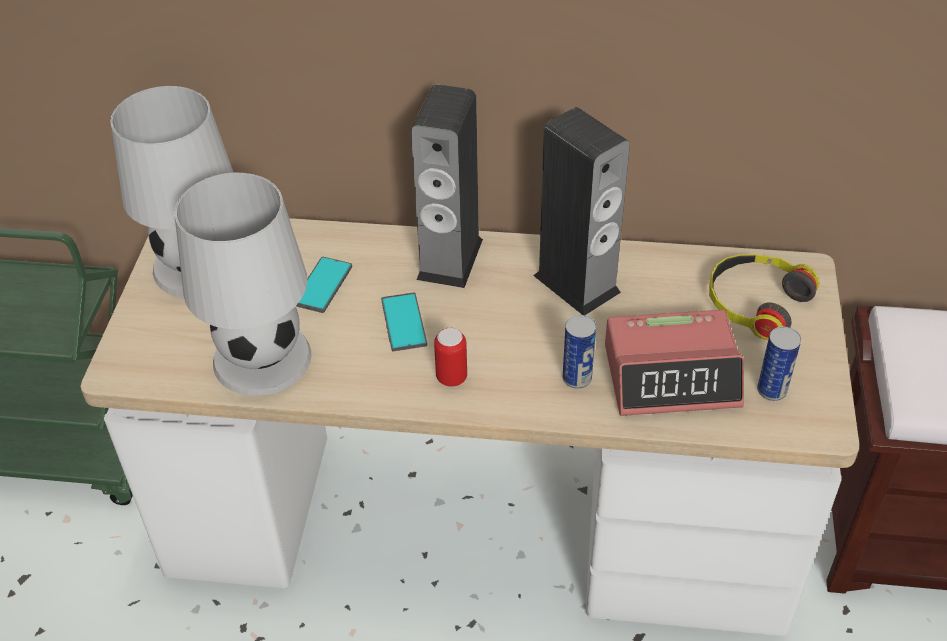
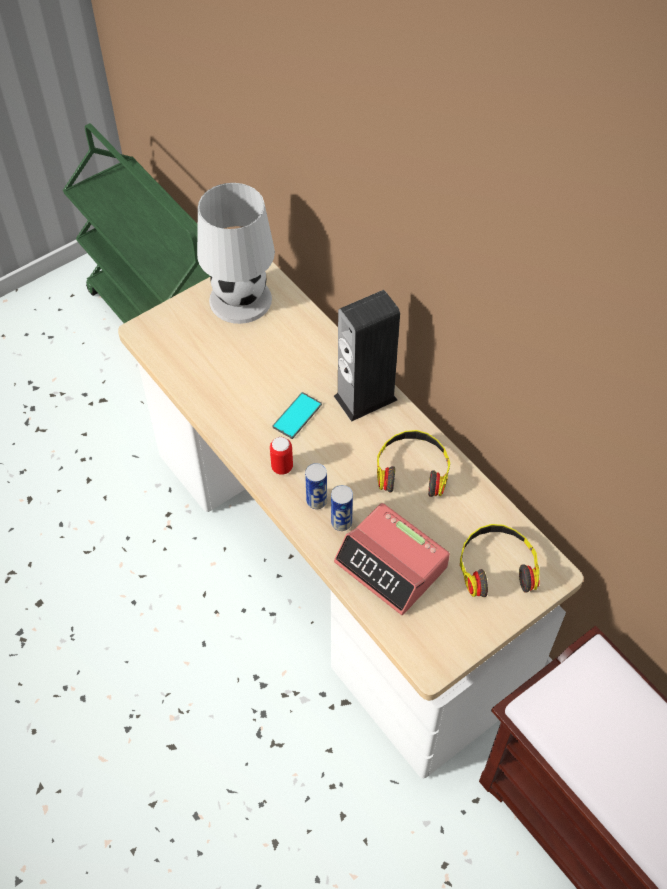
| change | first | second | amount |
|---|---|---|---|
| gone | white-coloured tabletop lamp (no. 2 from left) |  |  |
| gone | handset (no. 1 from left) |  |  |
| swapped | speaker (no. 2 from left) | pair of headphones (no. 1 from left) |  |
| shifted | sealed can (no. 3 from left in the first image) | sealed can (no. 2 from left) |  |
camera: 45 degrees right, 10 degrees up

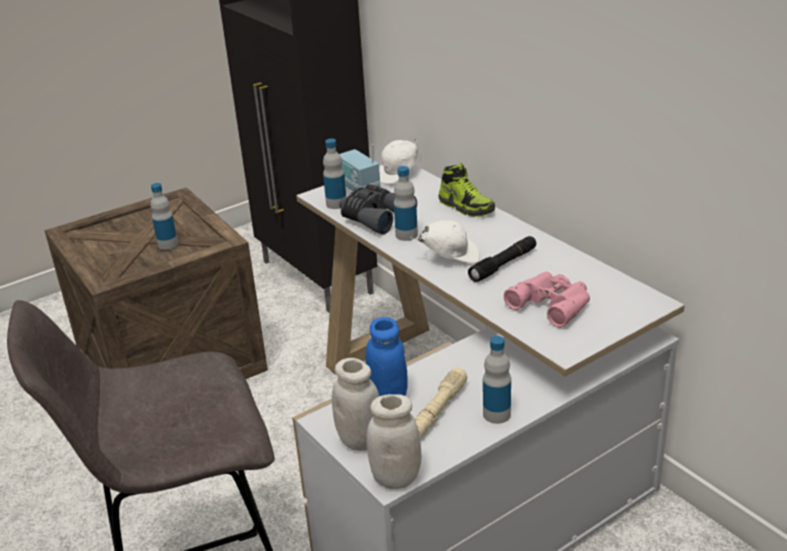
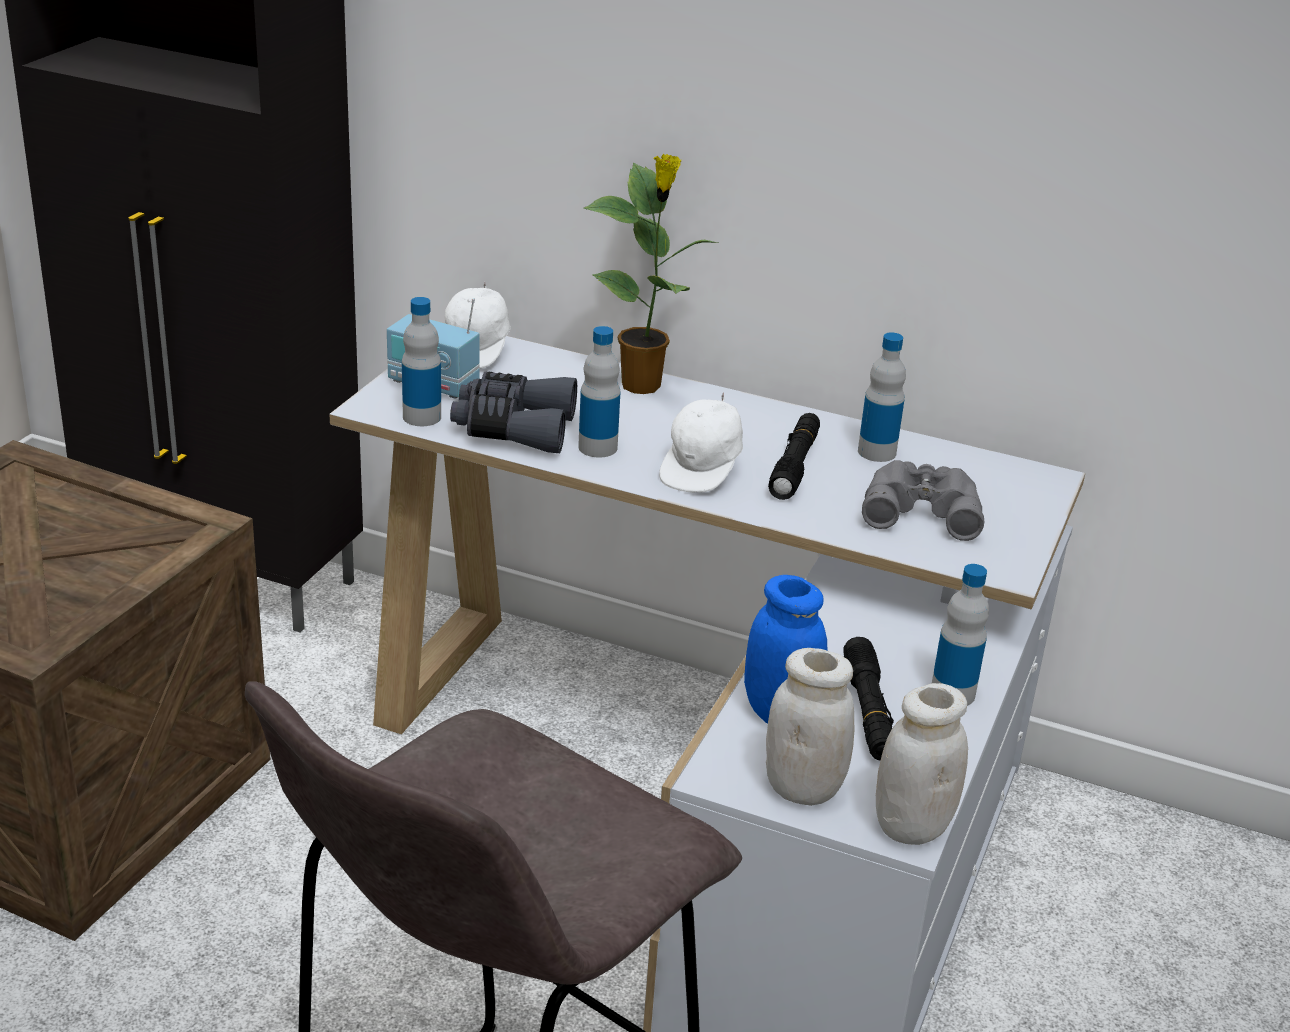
| change | first | second | amount |
|---|---|---|---|
| shifted | beverage bottle (no. 1 from left in the first image) | beverage bottle (no. 3 from left) |  |
| rotated | white-coloured cap (no. 2 from left) |  | 150 degrees clockwise |
| repainted | sand-coloured hand torch | black-coloured hand torch (no. 2 from left) |  |
| swapped | low shoe | potted plant |  |
| repainted | pink-coloured binoculars | grey binoculars (no. 2 from left) |  |
camera: 35 degrees left, 0 degrees up

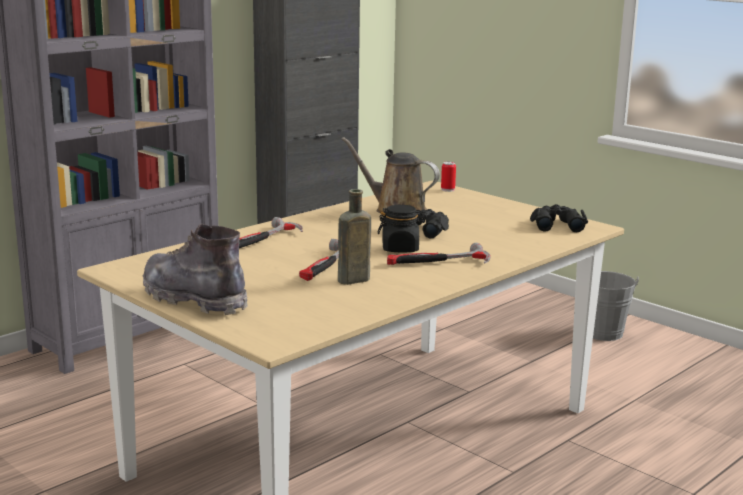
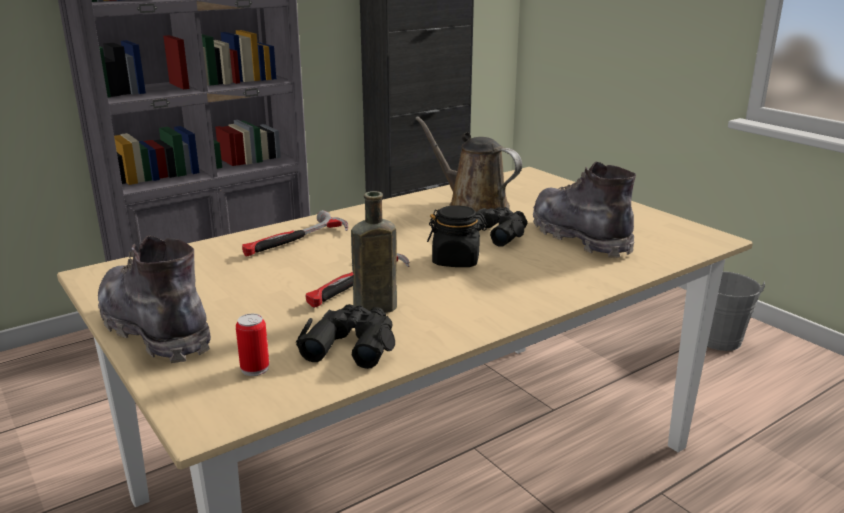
| change | first | second | amount |
|---|---|---|---|
| gone | hand hammer (no. 3 from left) |  |  |
| shifted | sealed can |  |  |
| shifted | black-coloured binoculars (no. 2 from left in the first image) | black-coloured binoculars (no. 1 from left) |  |
| new |  | grey tall boot (no. 2 from left) |  |
camera: 10 degrees right, 5 degrees up

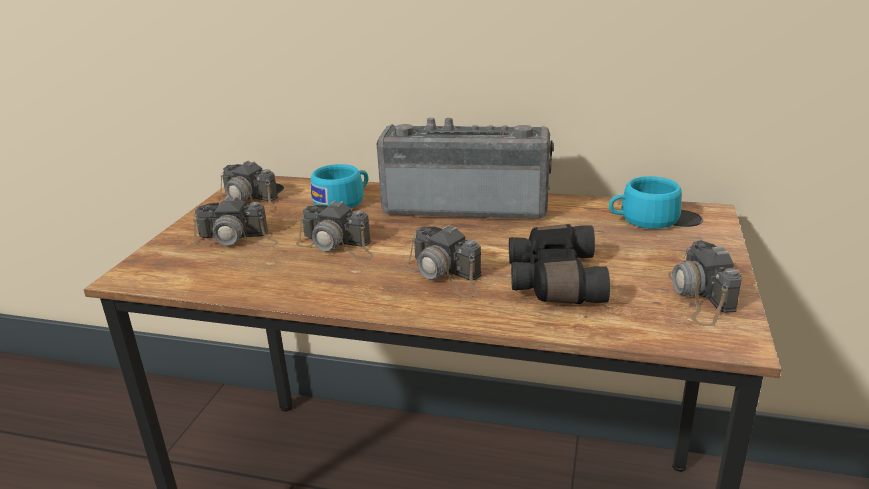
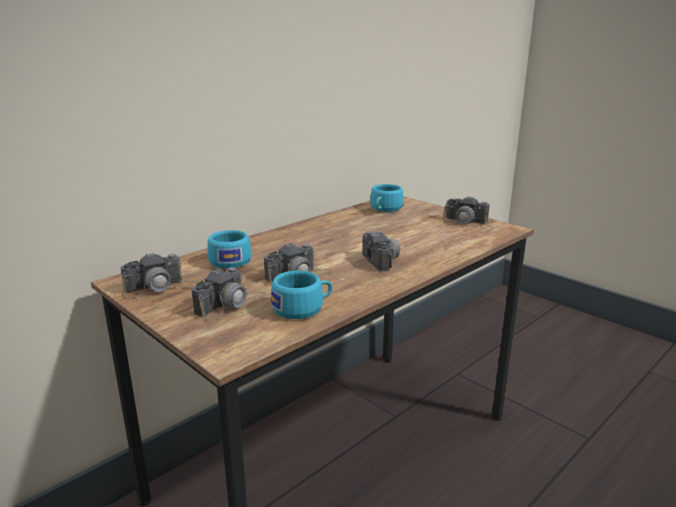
| change | first | second | amount |
|---|---|---|---|
| gone | radio receiver |  |  |
| rotated | photo camera (no. 4 from left) |  | 90 degrees counterclockwise |
| gone | black-coloured binoculars |  |  |
| new |  | turquoise small cup (no. 2 from left) |  |
camera: 60 degrees left, 5 degrees down

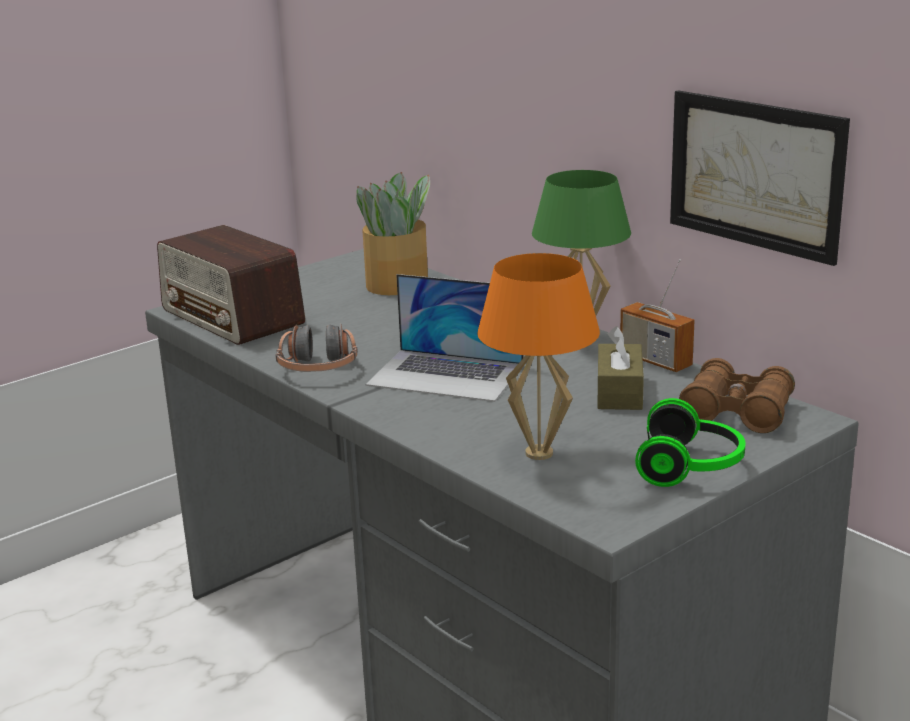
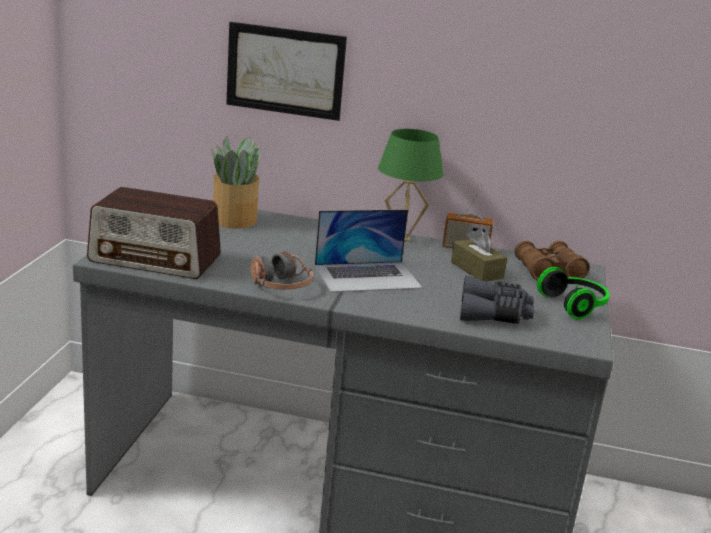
| change | first | second | amount |
|---|---|---|---|
| swapped | orange tabletop lamp | grey binoculars |  |
| shifted | wall art |  |  |
camera: 40 degrees left, 0 degrees up

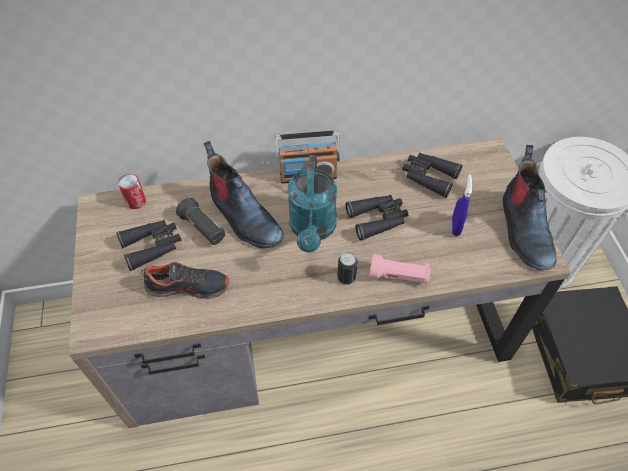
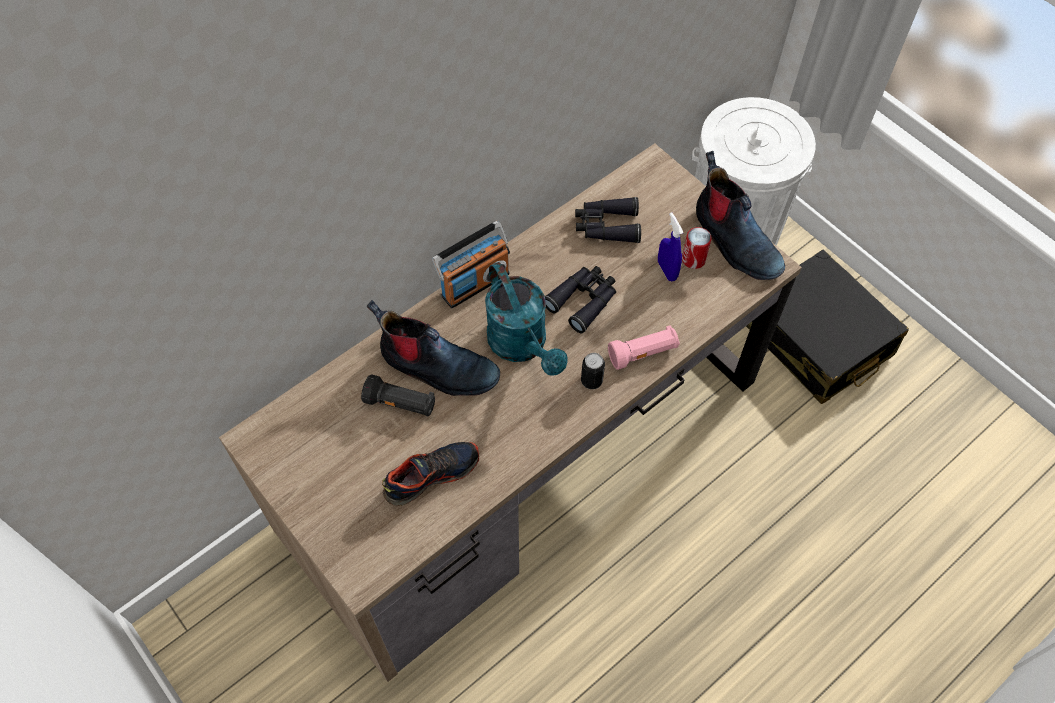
| change | first | second | amount |
|---|---|---|---|
| gone | black-coloured binoculars (no. 1 from left) |  |  |
| shifted | sealed can (no. 1 from left in the first image) | sealed can (no. 2 from left) |  |
camera: 30 degrees left, 5 degrees up

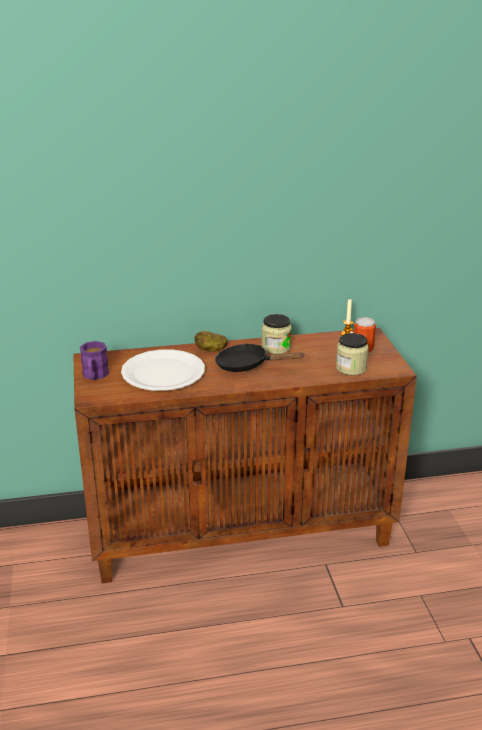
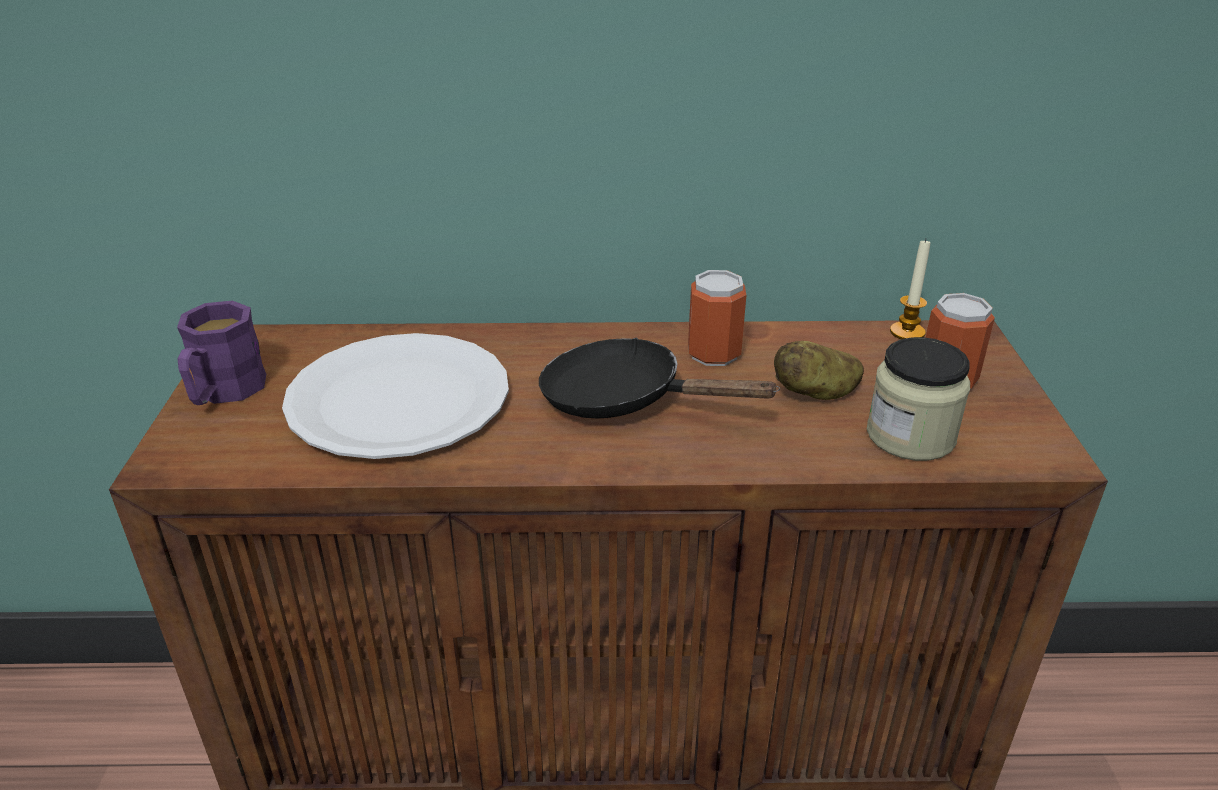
| change | first | second | amount |
|---|---|---|---|
| shifted | spud |  |  |
| swapped | storage jar (no. 1 from left) | sealed can (no. 1 from left) |  |
camera: 10 degrees right, 5 degrees up

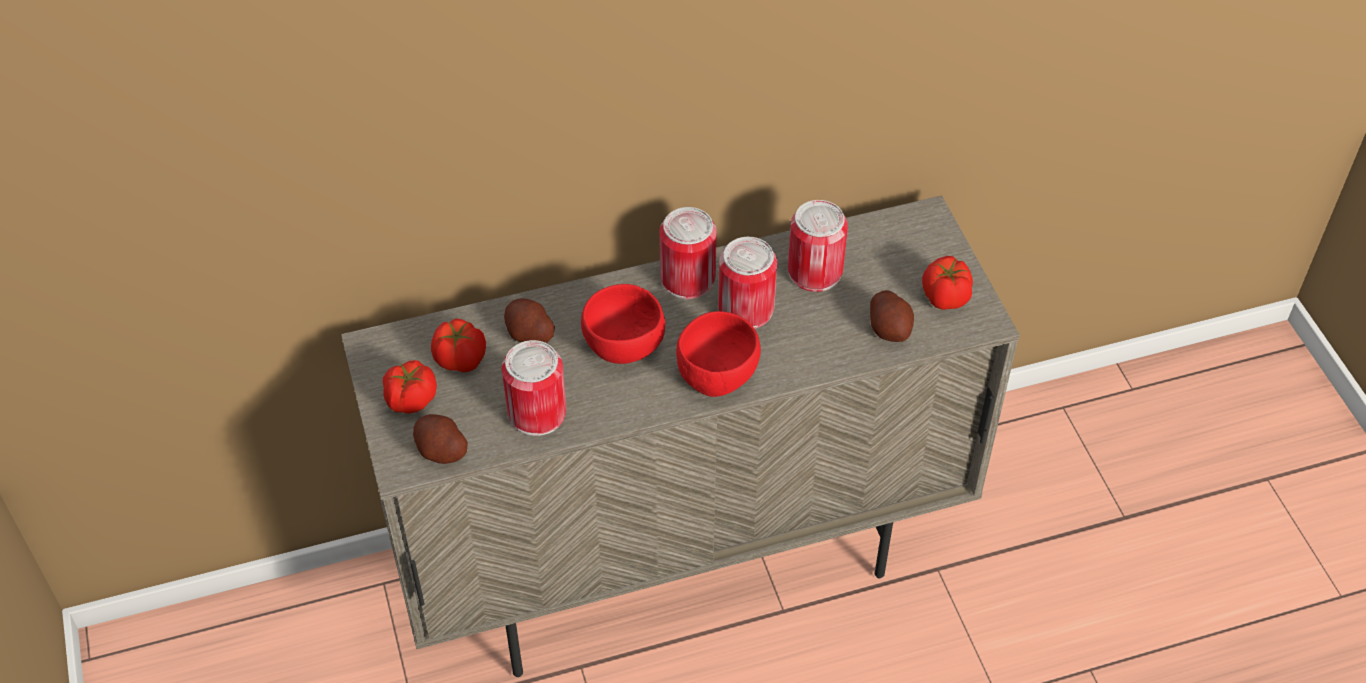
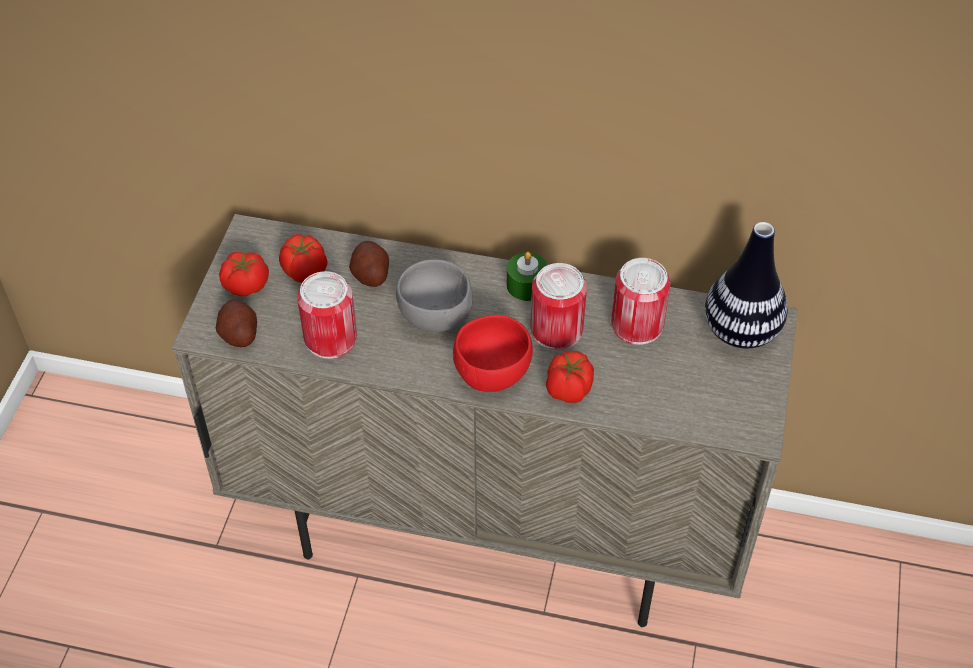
| change | first | second | amount |
|---|---|---|---|
| repainted | reddish deep dish (no. 1 from left) | grey deep dish |  |
| swapped | sealed can (no. 2 from left) | greenish wax candle |  |
| gone | spud (no. 3 from left) |  |  |
| shifted | whole tomato (no. 3 from left) |  |  |
| new |  | vase |  |
camera: 30 degrees right, 0 degrees up

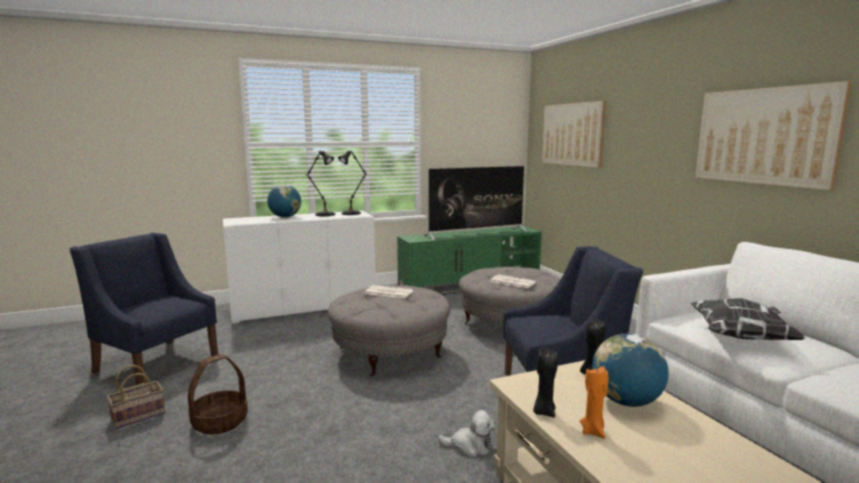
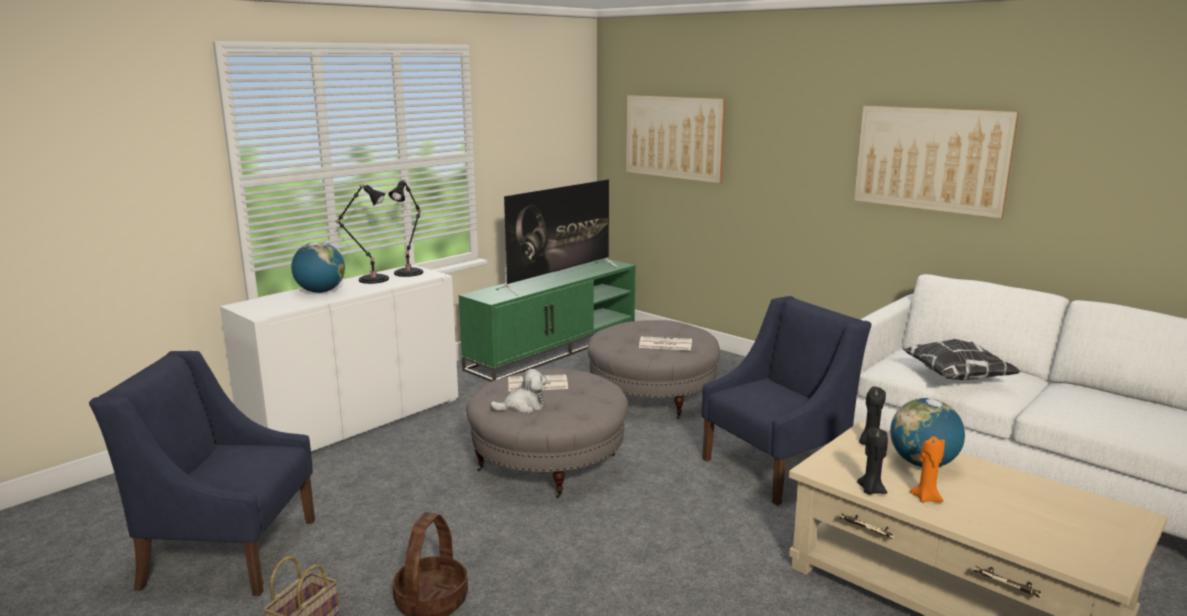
| change | first | second | amount |
|---|---|---|---|
| shifted | soft toy |  |  |
camera: 25 degrees left, 5 degrees up

